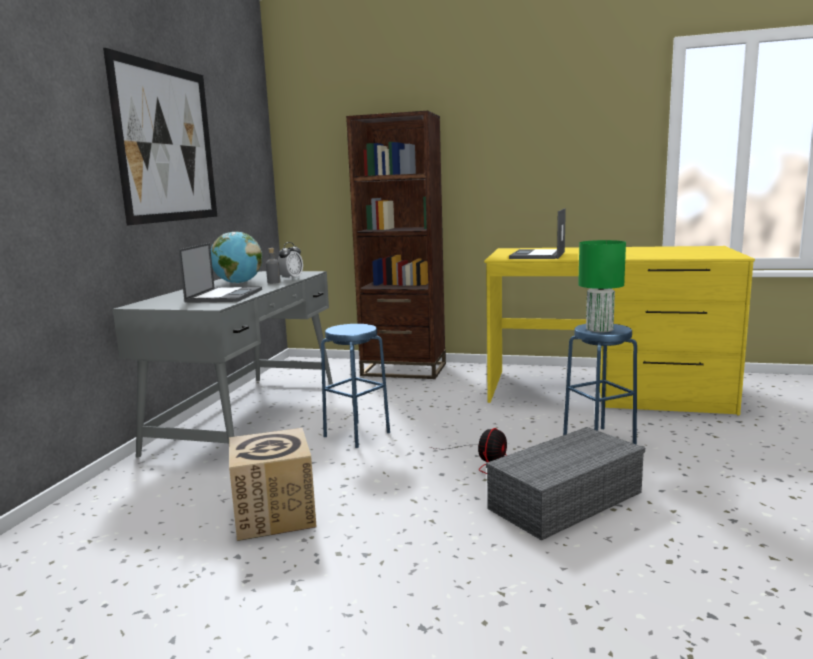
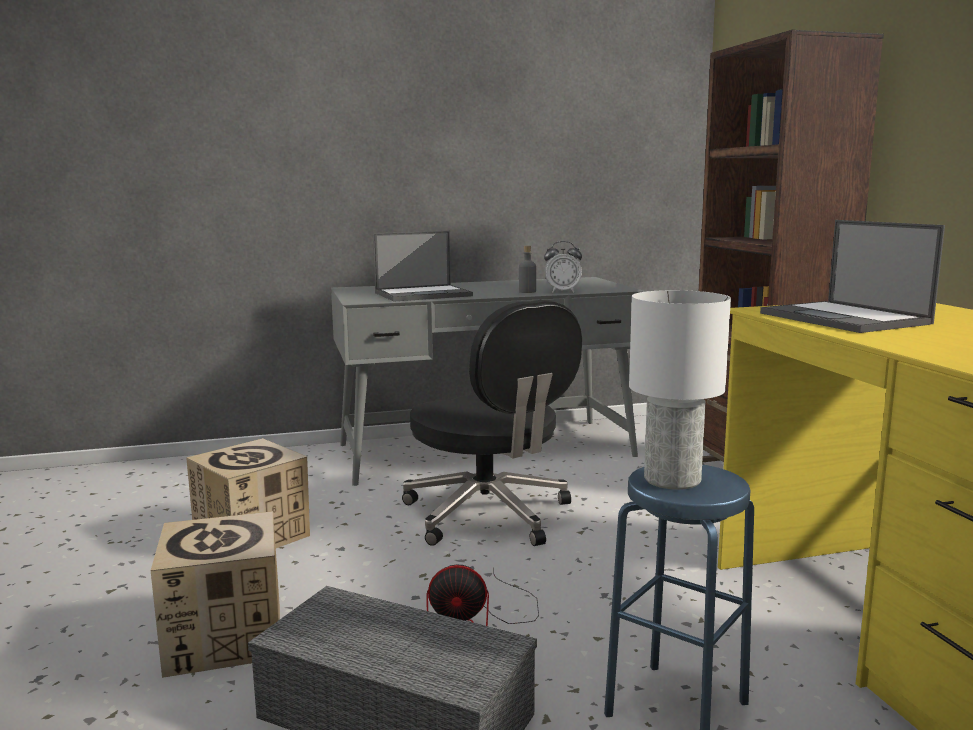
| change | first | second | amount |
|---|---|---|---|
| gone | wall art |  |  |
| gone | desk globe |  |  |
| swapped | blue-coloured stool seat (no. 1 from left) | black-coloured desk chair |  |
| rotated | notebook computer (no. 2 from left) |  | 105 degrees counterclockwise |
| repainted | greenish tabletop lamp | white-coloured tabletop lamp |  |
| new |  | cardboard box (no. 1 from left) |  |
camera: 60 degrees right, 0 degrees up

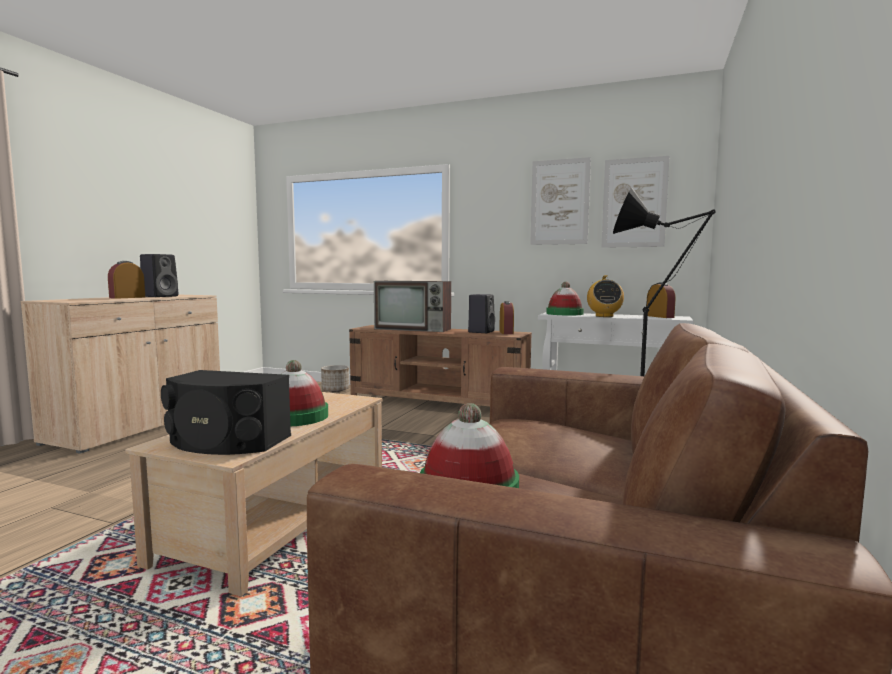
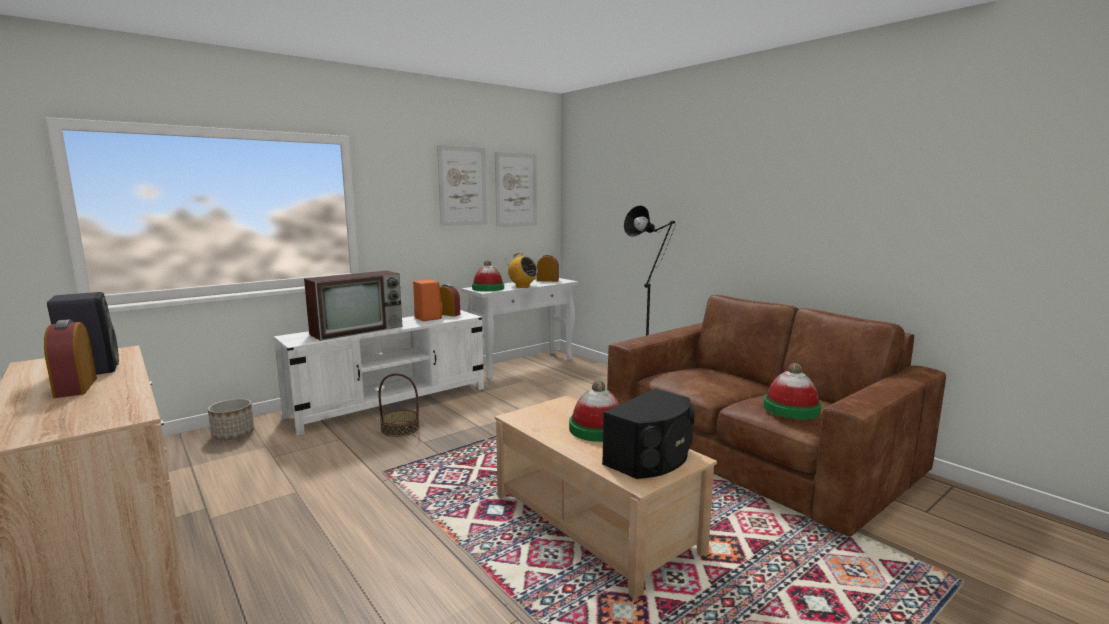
| change | first | second | amount |
|---|---|---|---|
| repainted | brown-coloured tv unit | white-coloured tv unit |  |
| repainted | black-coloured speaker (no. 3 from left) | orange speaker |  |
| new |  | basket |  |
camera: 60 degrees left, 5 degrees up

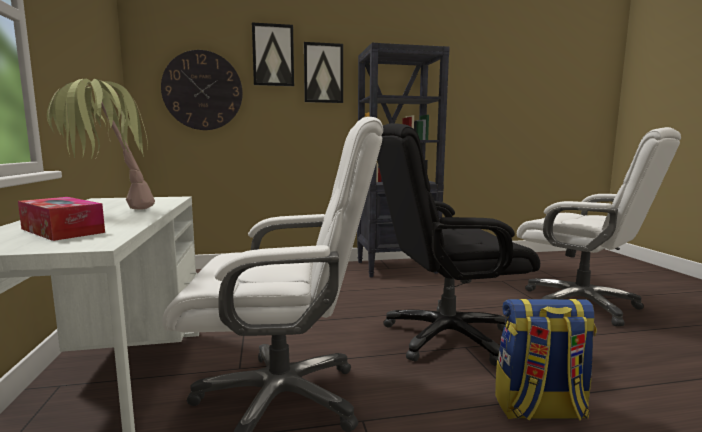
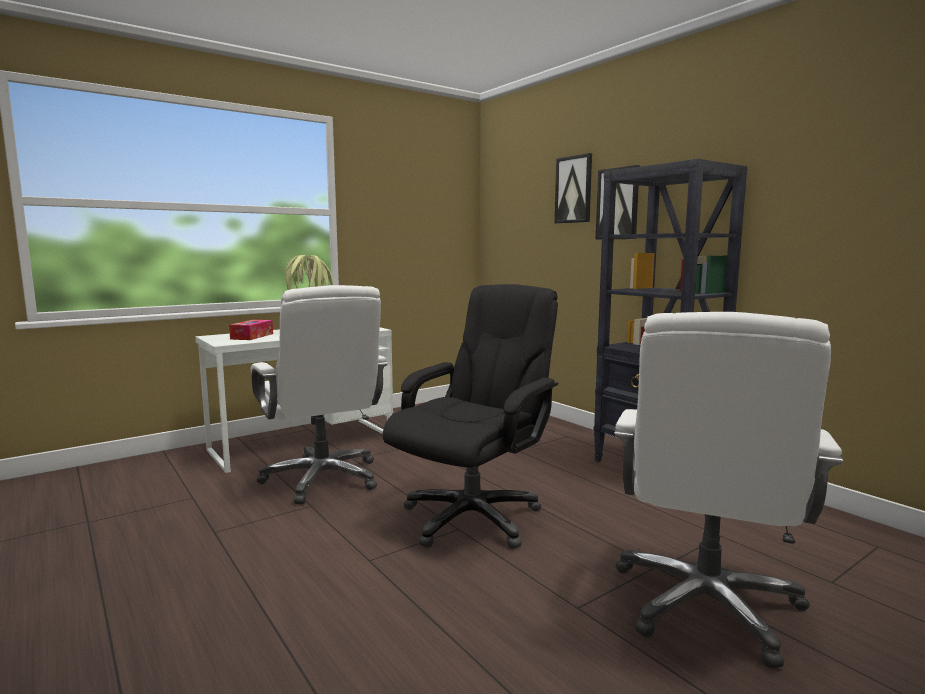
| change | first | second | amount |
|---|---|---|---|
| gone | clock on the wall |  |  |
| rotated | black-coloured desk chair |  | 75 degrees clockwise |
| gone | backpack |  |  |
camera: 65 degrees right, 0 degrees up

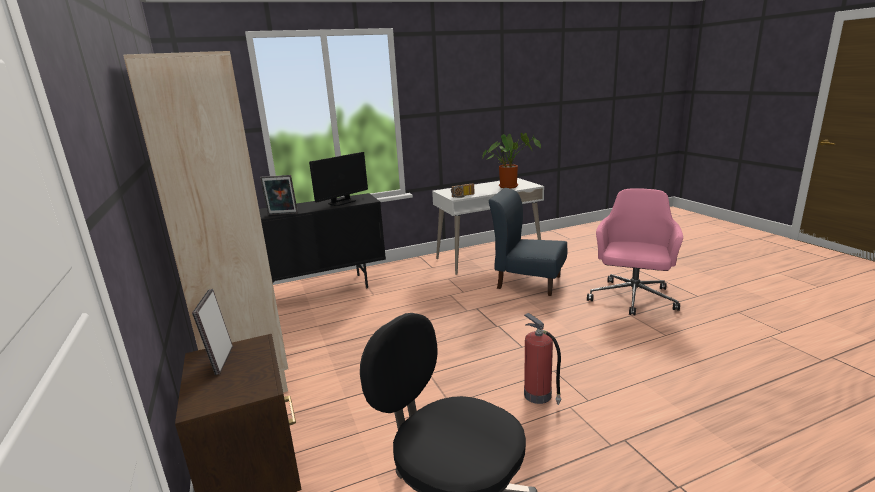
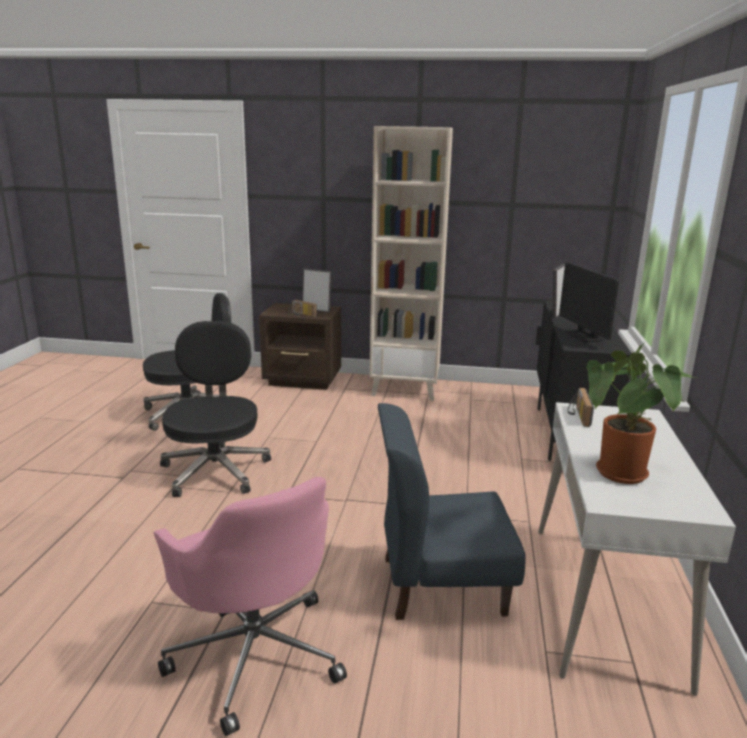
| change | first | second | amount |
|---|---|---|---|
| rotated | blue-coloured plain chair |  | 150 degrees counterclockwise |
| swapped | fire extinguisher | black-coloured desk chair (no. 2 from left) |  |
| new |  | radio receiver (no. 1 from left) |  |
camera: 120 degrees right, 0 degrees up

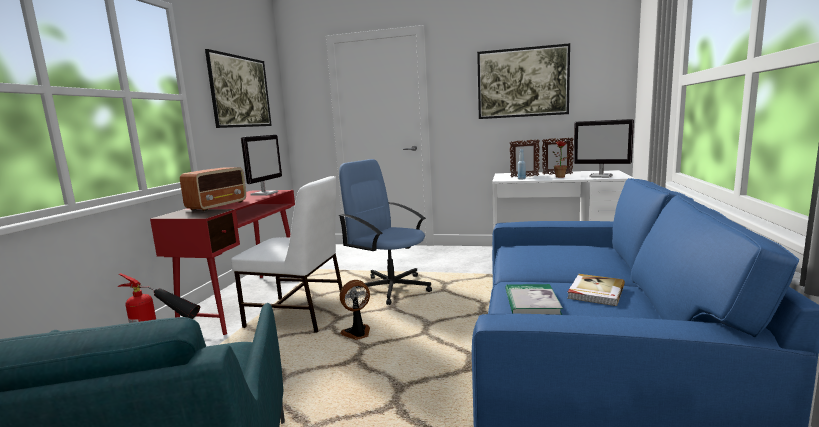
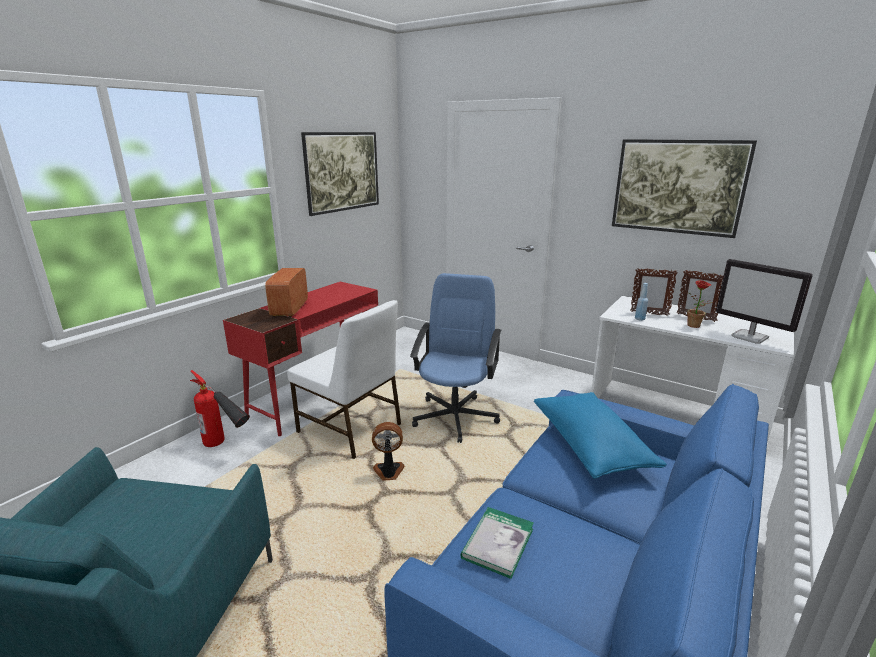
| change | first | second | amount |
|---|---|---|---|
| rotated | radio receiver |  | 135 degrees clockwise |
| gone | computer display (no. 1 from left) |  |  |
| rotated | blue-coloured desk chair |  | 45 degrees clockwise |
| gone | bound book (no. 2 from left) |  |  |
| new |  | blue-coloured cushion |  |
camera: 20 degrees right, 10 degrees up

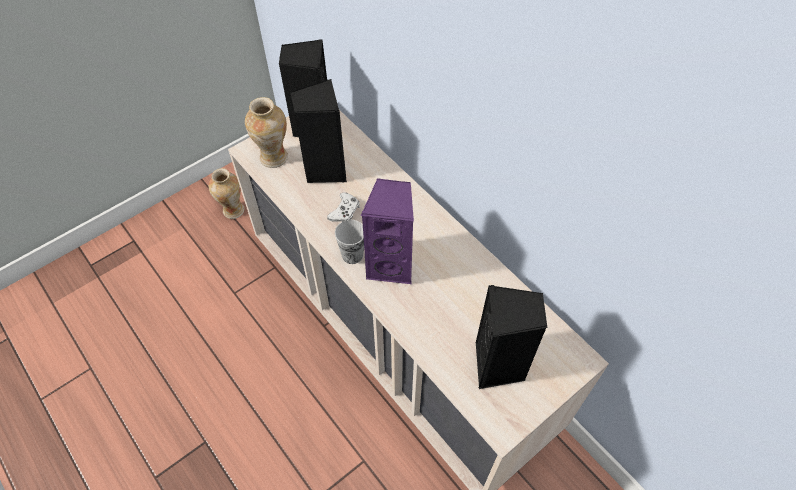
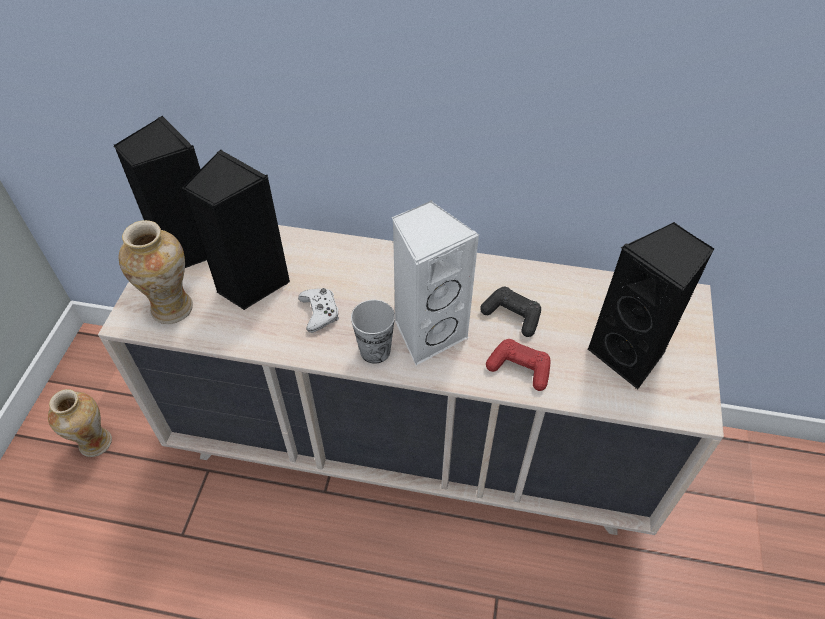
| change | first | second | amount |
|---|---|---|---|
| repainted | purplish speaker | white-coloured speaker |  |
| new |  | black-coloured joypad |  |
| new |  | reddish joypad |  |
camera: 40 degrees left, 5 degrees down

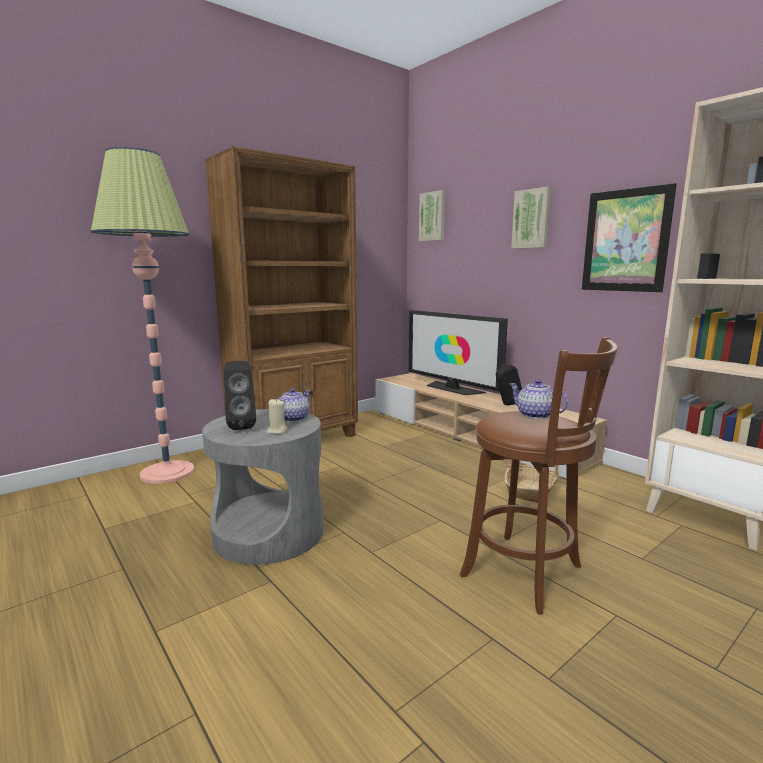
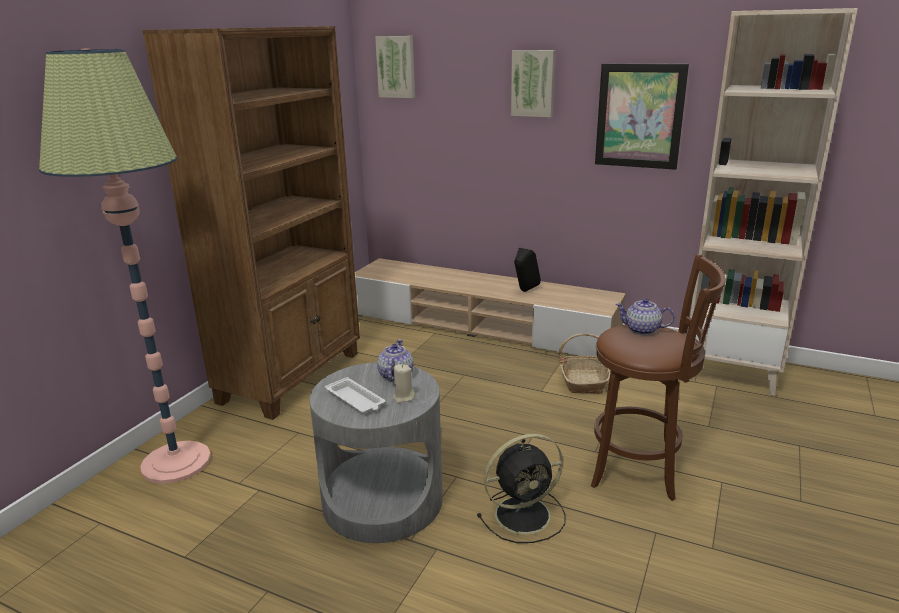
| change | first | second | amount |
|---|---|---|---|
| swapped | black-coloured speaker (no. 1 from left) | white-coloured carrying tray |  |
| gone | TV set |  |  |
| new |  | black-coloured cooling fan |  |
camera: 25 degrees left, 10 degrees up

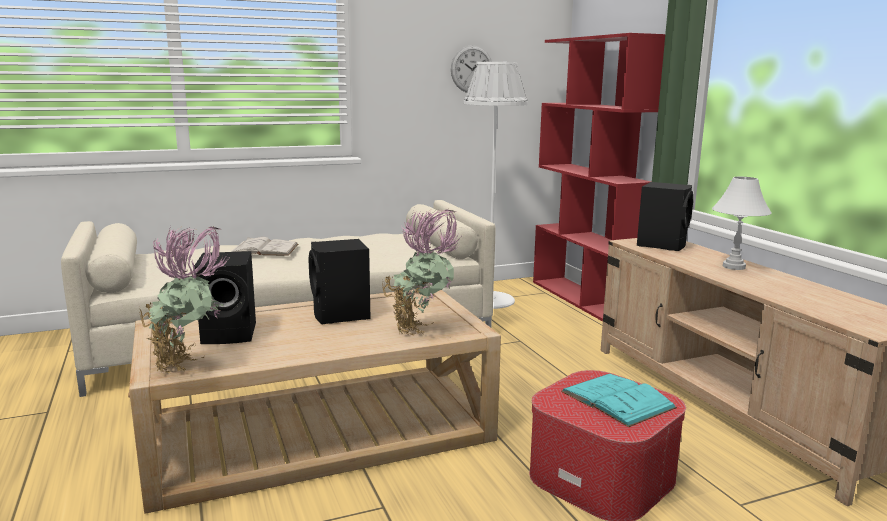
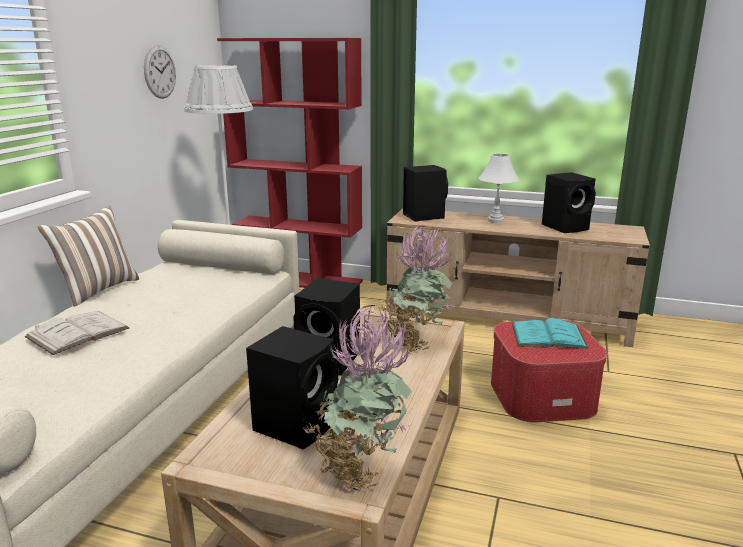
| change | first | second | amount |
|---|---|---|---|
| new |  | cushion |  |
| new |  | black-coloured speaker (no. 4 from left) |  |
camera: 50 degrees left, 5 degrees up

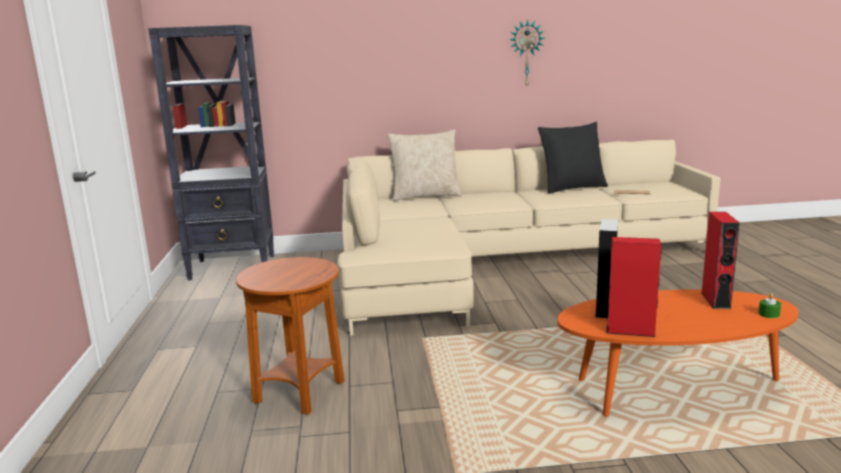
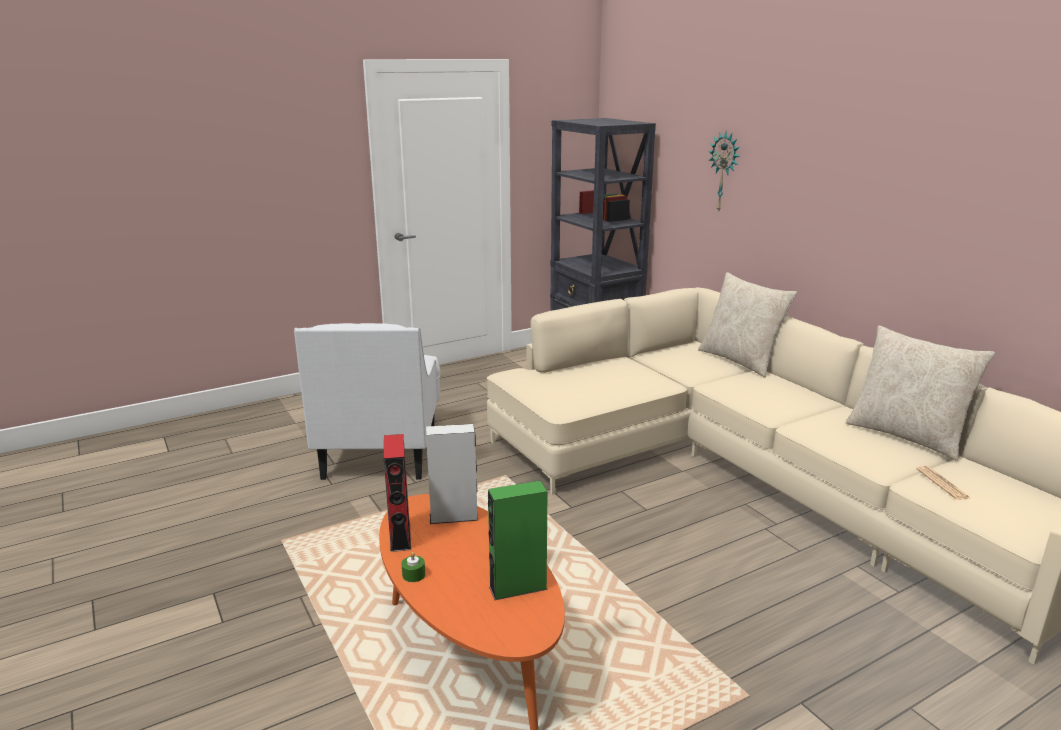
| change | first | second | amount |
|---|---|---|---|
| swapped | brown-coloured side table | white-coloured armchair |  |
| shifted | clock on the wall |  |  |
| repainted | black-coloured cushion | sand-coloured cushion (no. 2 from left) |  |
| repainted | reddish speaker (no. 2 from left) | greenish speaker |  |
| shifted | greenish wax candle |  |  |
camera: 65 degrees right, 5 degrees up

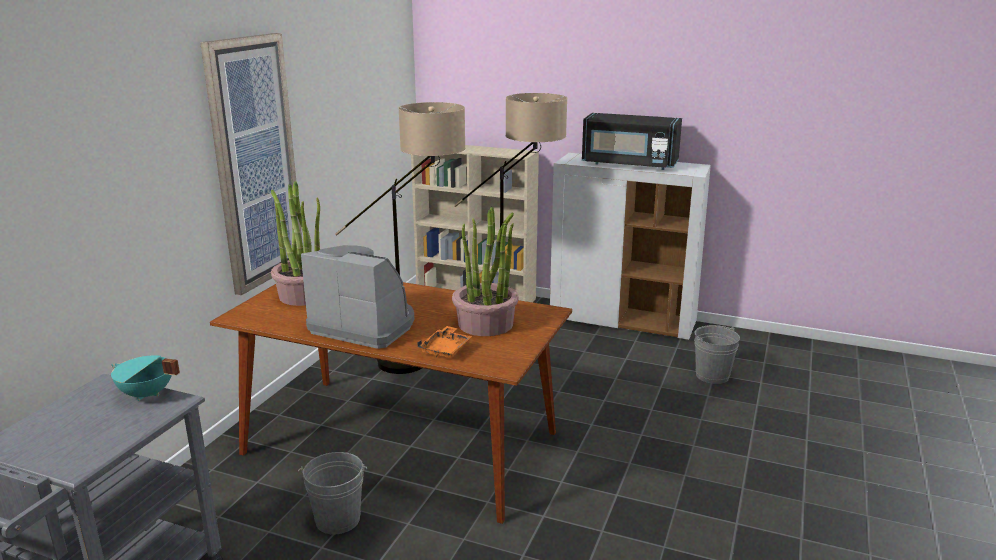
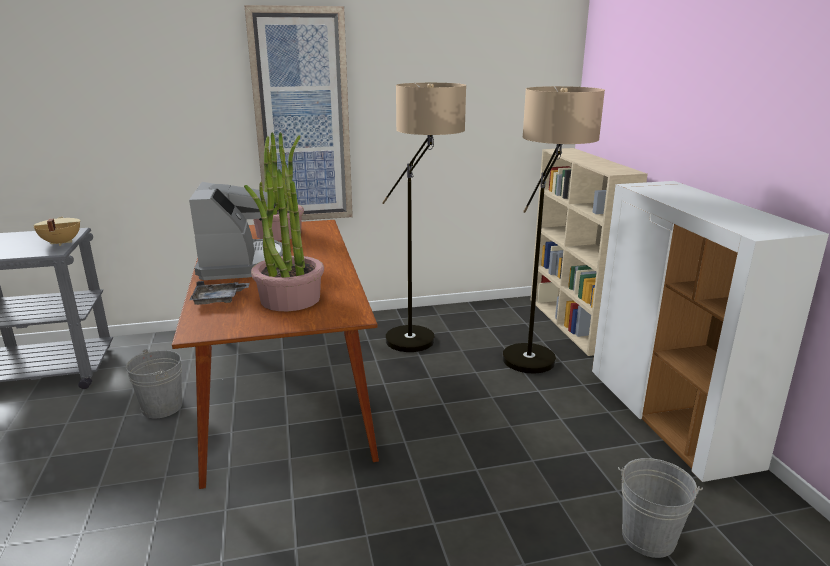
| change | first | second | amount |
|---|---|---|---|
| repainted | turquoise stockpot | sand-coloured stockpot |  |
| repainted | orange carrying tray | grey carrying tray |  |
| gone | black-coloured microwave oven |  |  |
camera: 55 degrees right, 0 degrees up

